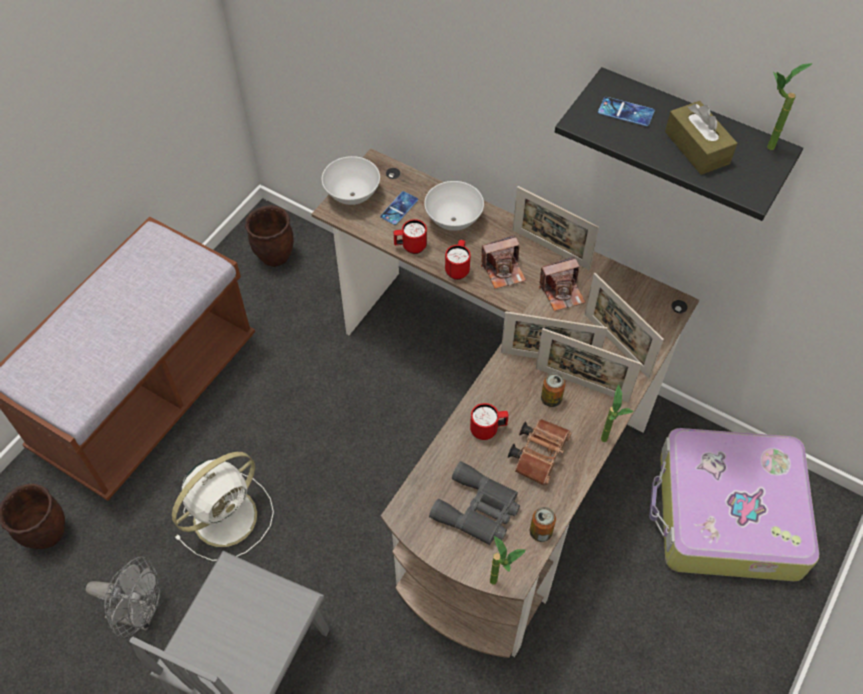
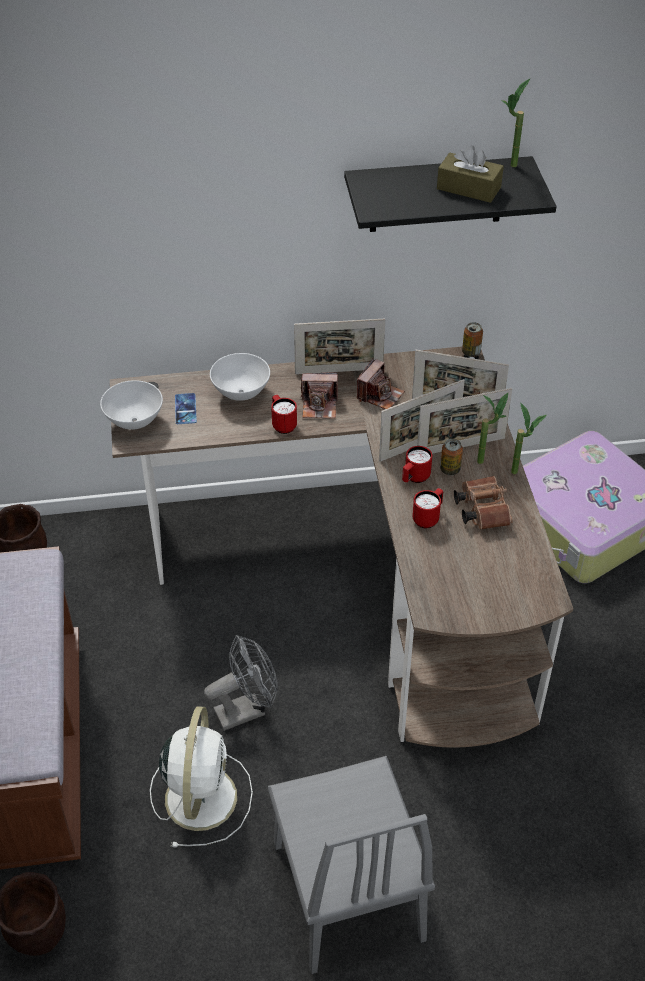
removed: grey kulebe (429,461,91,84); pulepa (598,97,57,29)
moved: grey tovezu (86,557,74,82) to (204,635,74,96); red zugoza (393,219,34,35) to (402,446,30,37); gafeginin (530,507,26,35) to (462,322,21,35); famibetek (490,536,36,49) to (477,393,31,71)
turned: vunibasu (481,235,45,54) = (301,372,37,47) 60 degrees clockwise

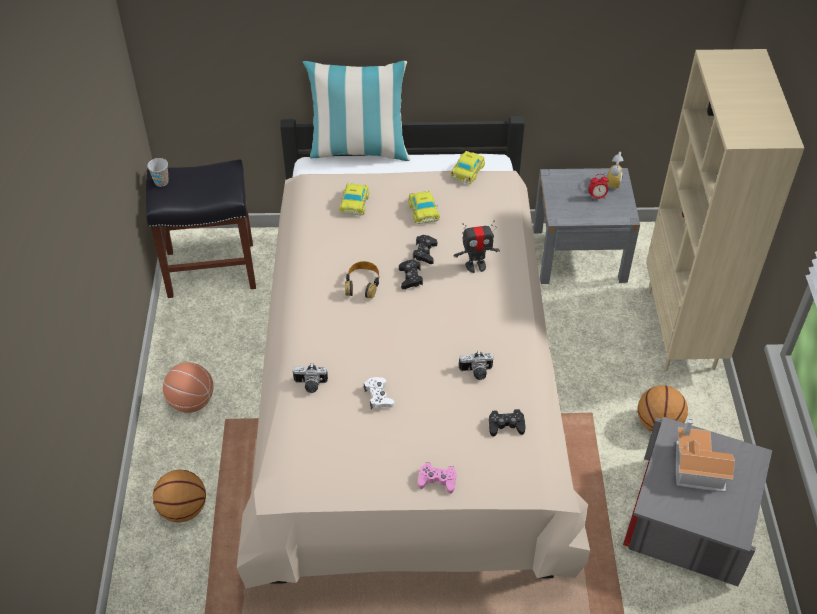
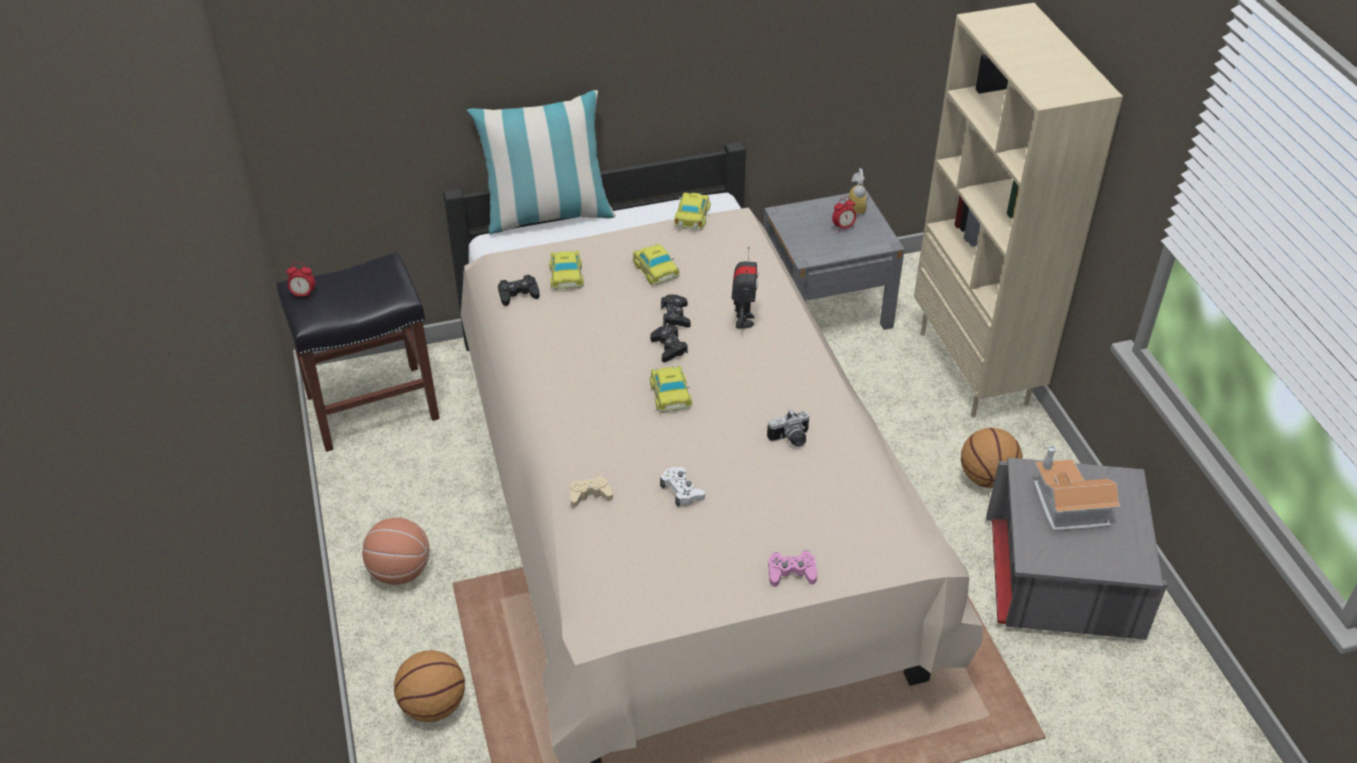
removed: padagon (345,261,35,37)
added: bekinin (650,365,42,47)
moved: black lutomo (489,409,37,28) to (498,275,42,31)
replaced: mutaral (147,158,22,29) to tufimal (286,262,29,37); vunibasu (293,363,35,30) to beige lutomo (570,476,43,30)
turned: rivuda (453,221,47,52) = (732,247,26,81) 60 degrees counterclockwise

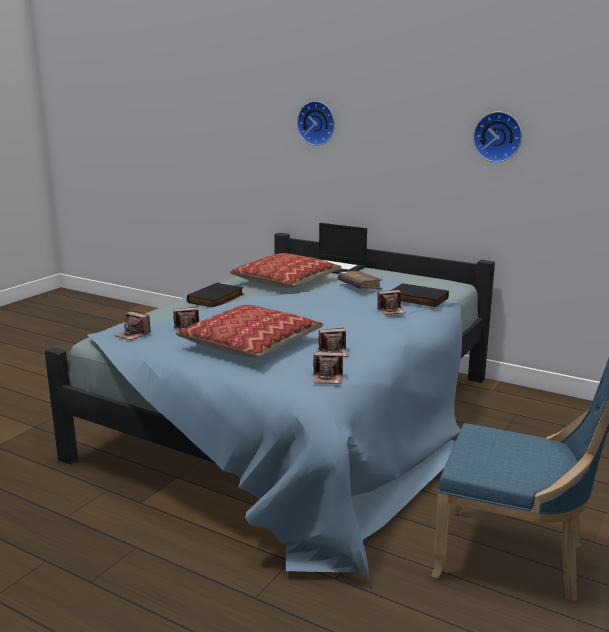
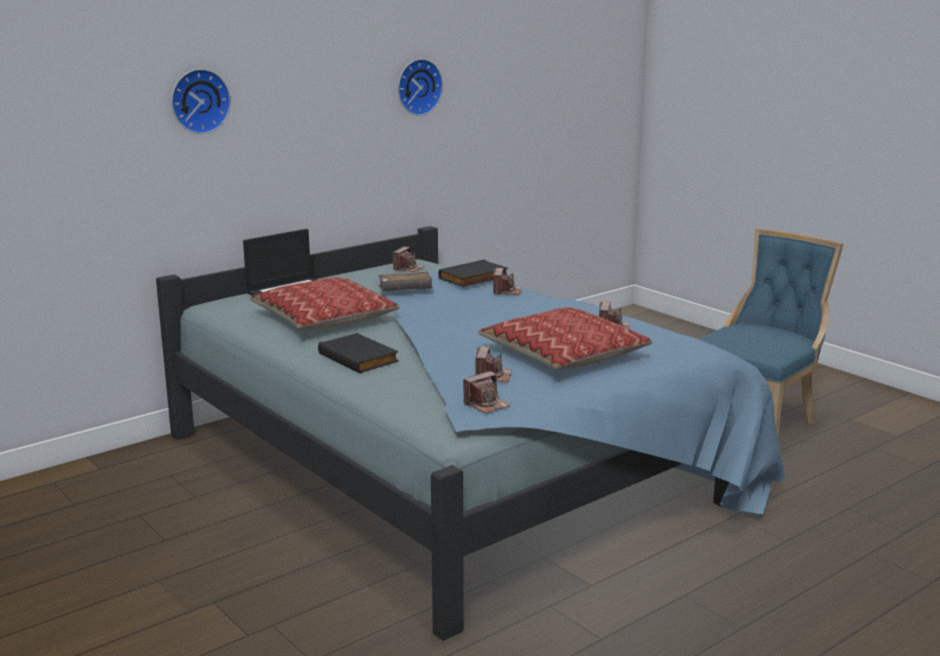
moved: vunibasu (313,352,30,32) to (393,246,32,26)

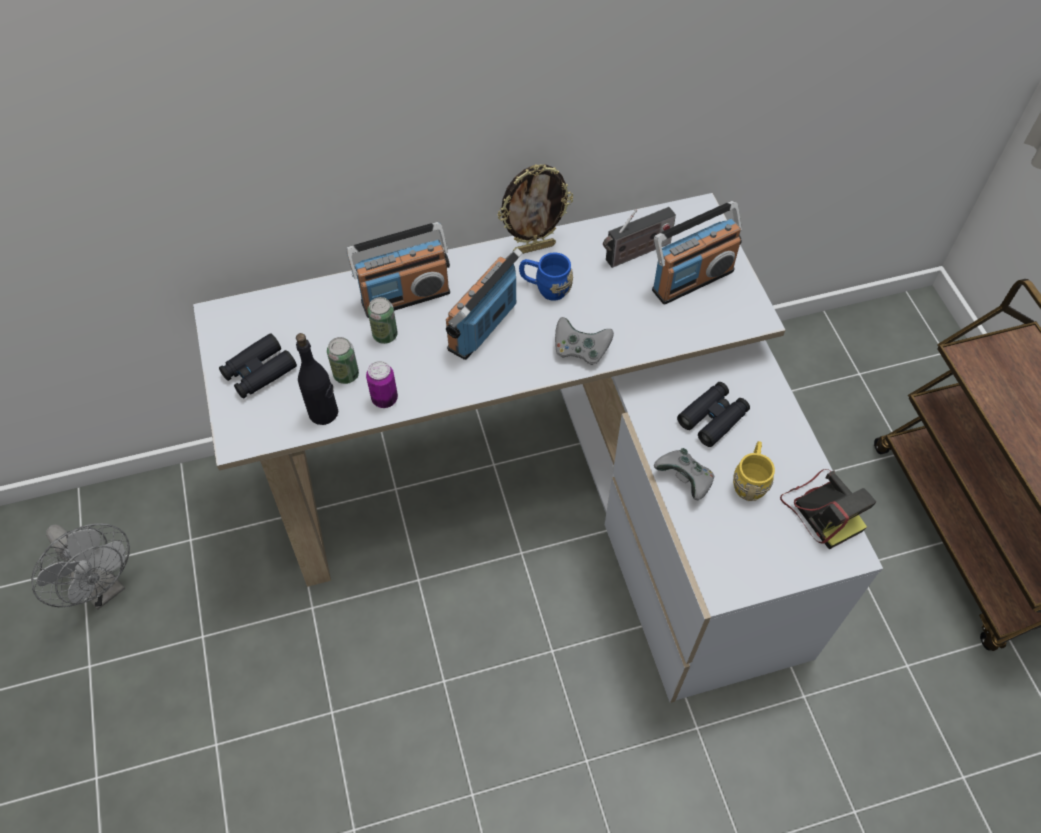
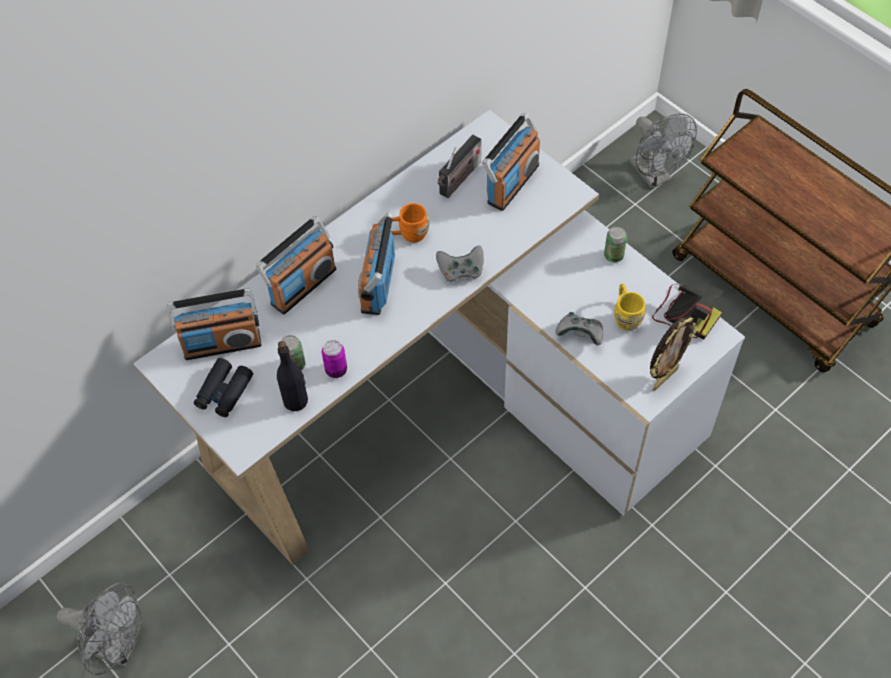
removed: black kulebe (677,382,73,65)
added: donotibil (167,288,95,72); grey tovezu (630,114,67,75)
moved: gafeginin (368,297,30,47) to (604,226,23,37); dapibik (497,164,76,90) to (650,317,47,74)
recoloured: blue zugoza (519,253,54,48) to orange zugoza (391,203,39,40)

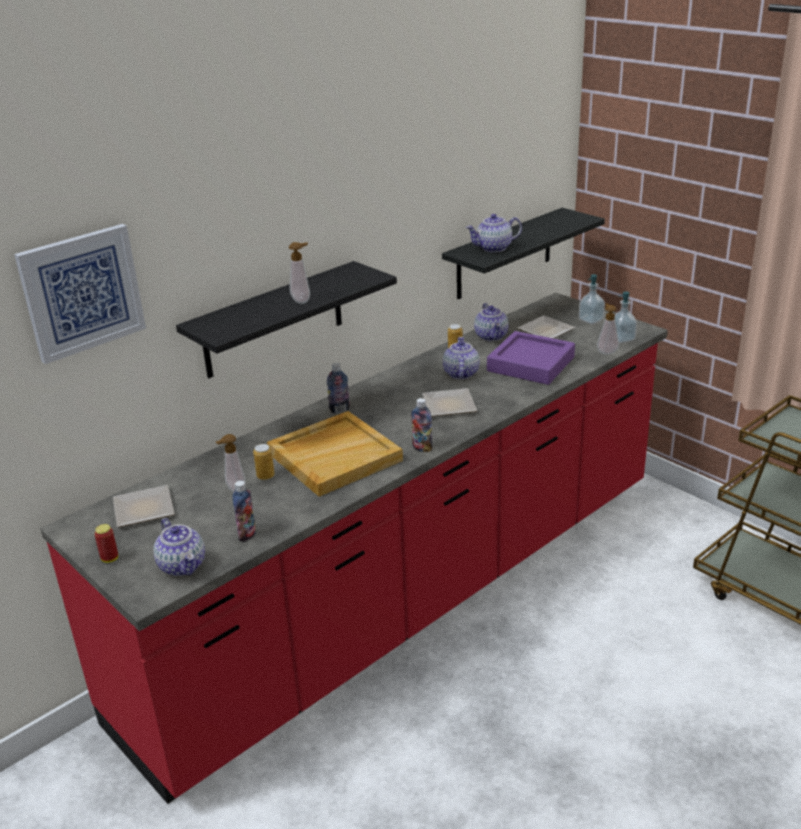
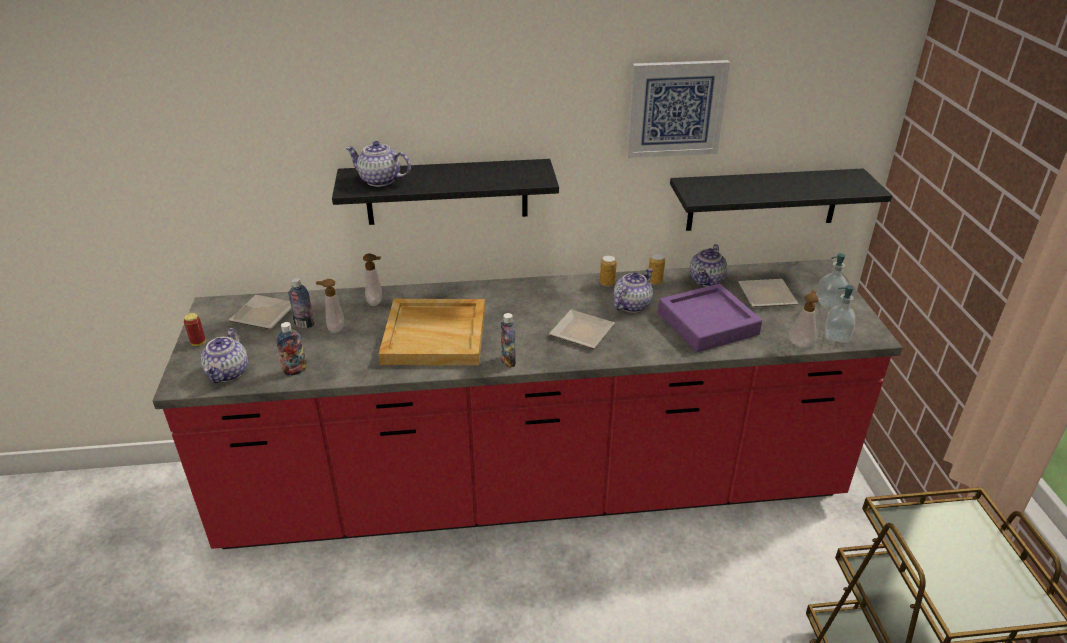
moved: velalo (327,363,23,50) to (288,278,26,50); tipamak (466,214,56,38) to (345,141,66,46); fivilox (289,242,21,62) to (363,253,19,53); gafeginin (253,444,22,36) to (600,255,17,32); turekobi (14,224,132,140) to (626,60,104,98)

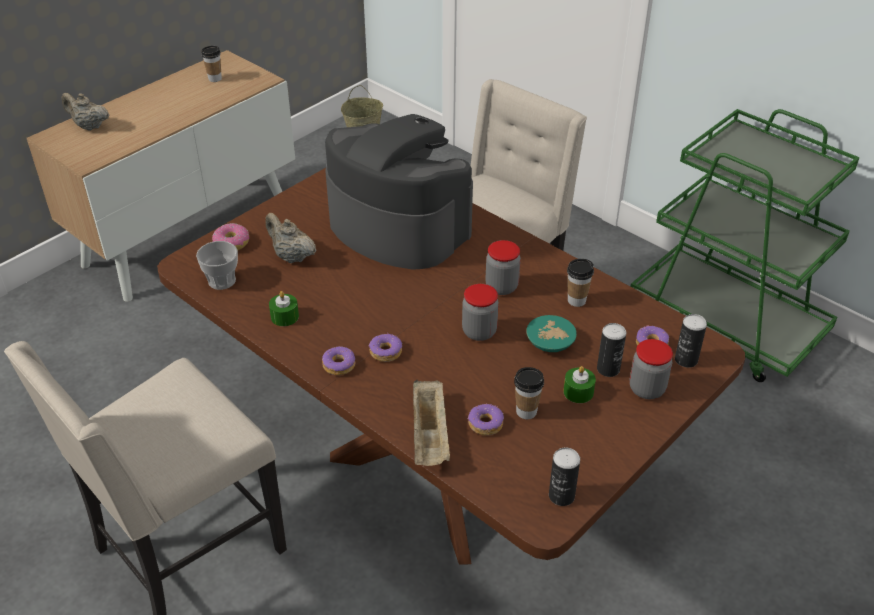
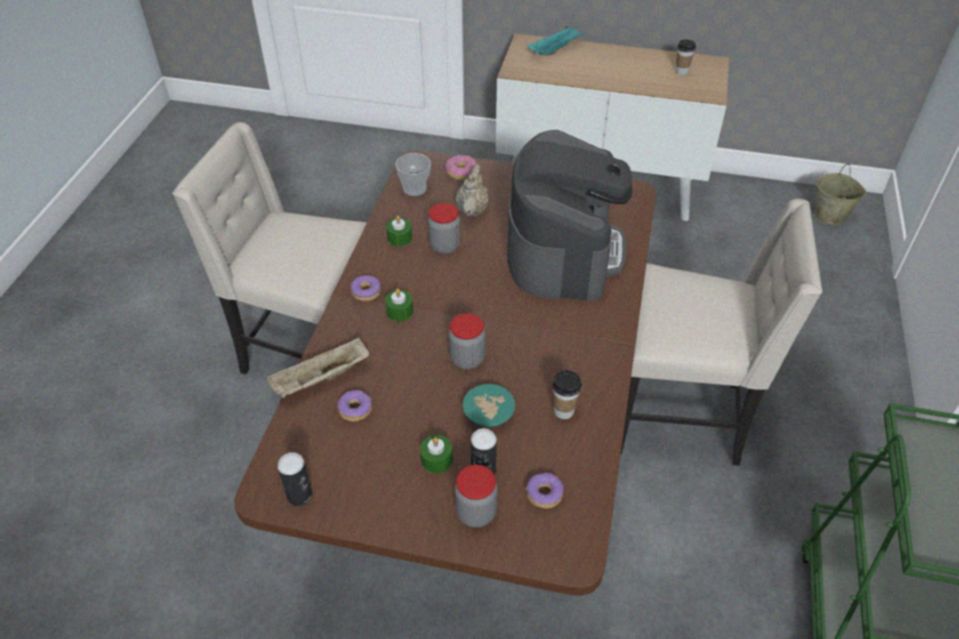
removed: mutaral (514,367,30,52); gafeginin (675,314,32,54)
moved: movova (485,240,36,55) to (428,203,32,51)
replaced: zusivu (369,333,33,29) to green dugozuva (385,288,28,34); beige tipamak (61,93,48,38) to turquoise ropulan (527,25,58,31)

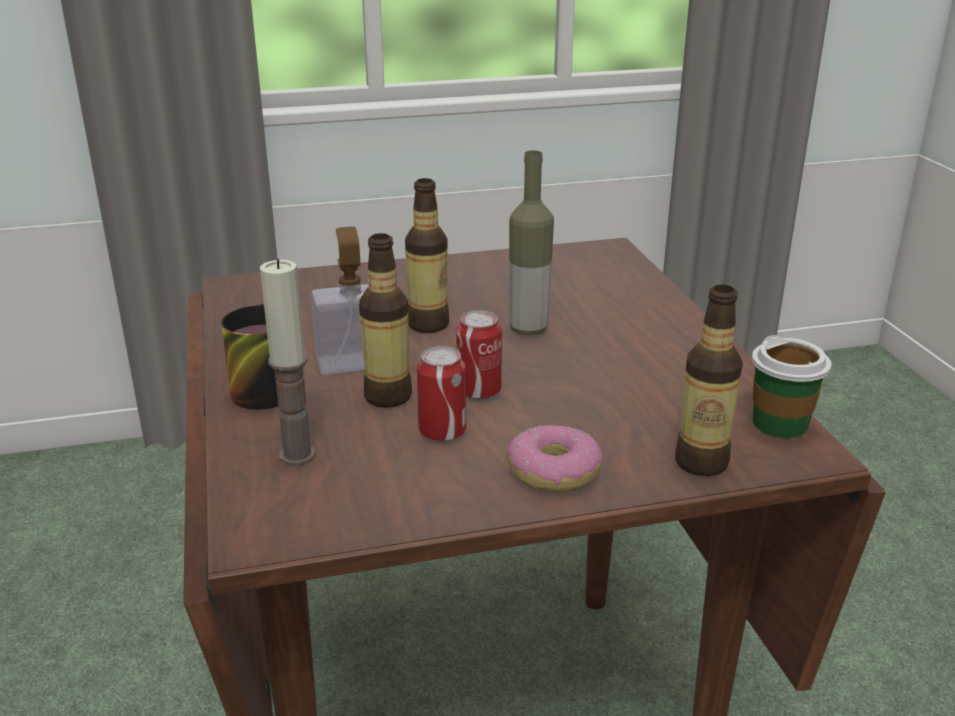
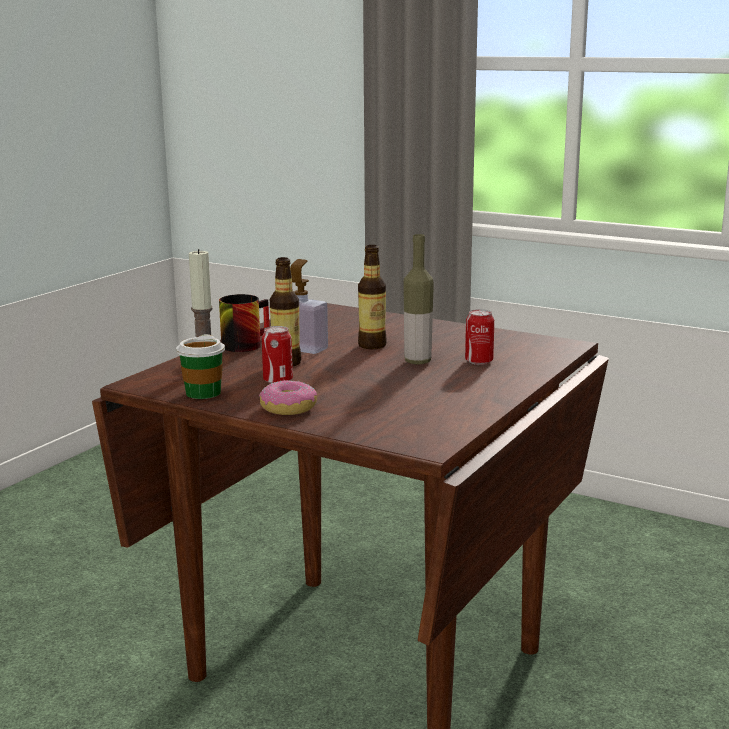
removed: velalo (675,285,68,191)
moved: mutaral (752,335,79,103) to (176,334,49,65); gafeginin (456,311,46,89) to (465,309,29,56)

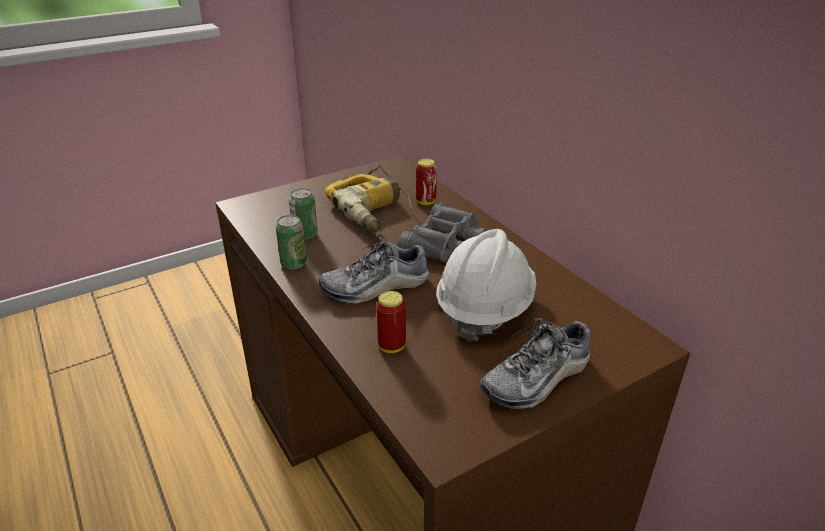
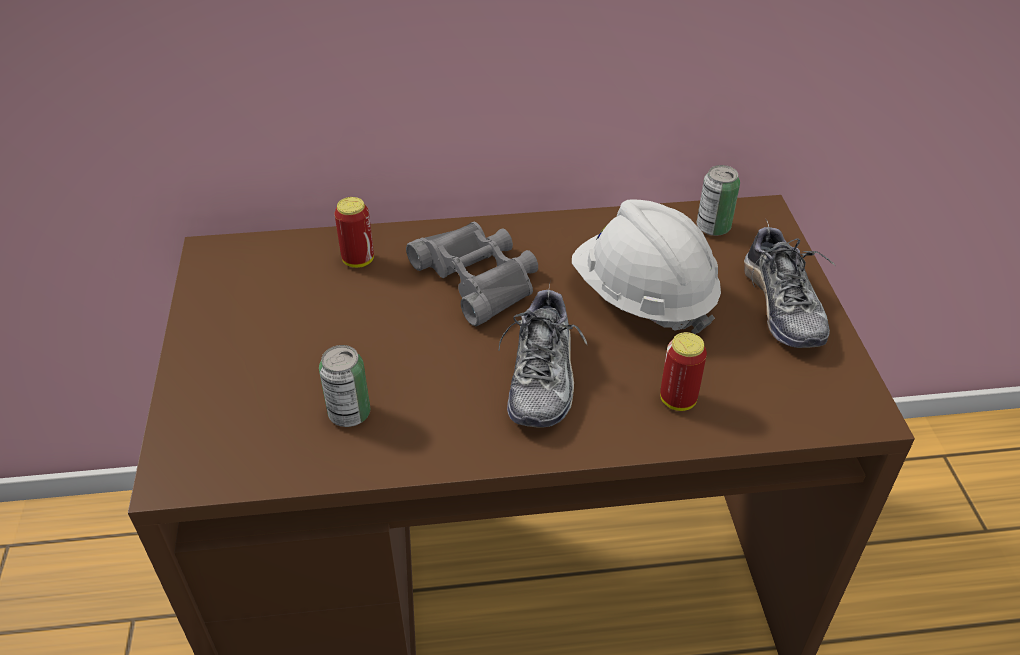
removed: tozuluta (325,165,87,68)
moved: gafeginin (276,215,31,54) to (697,165,43,71)

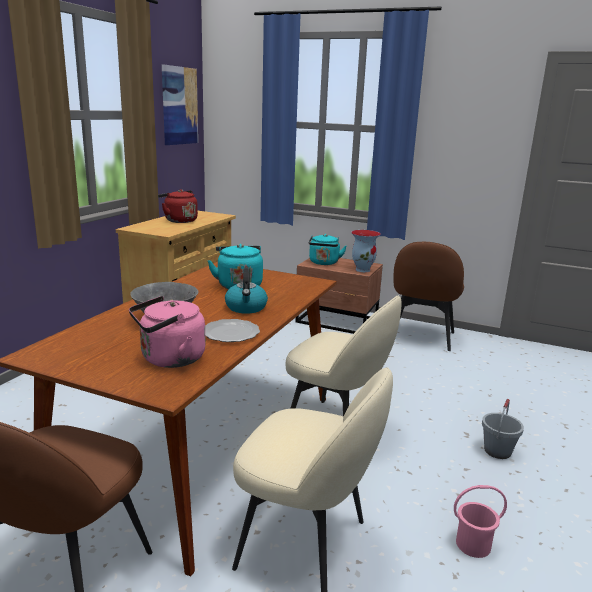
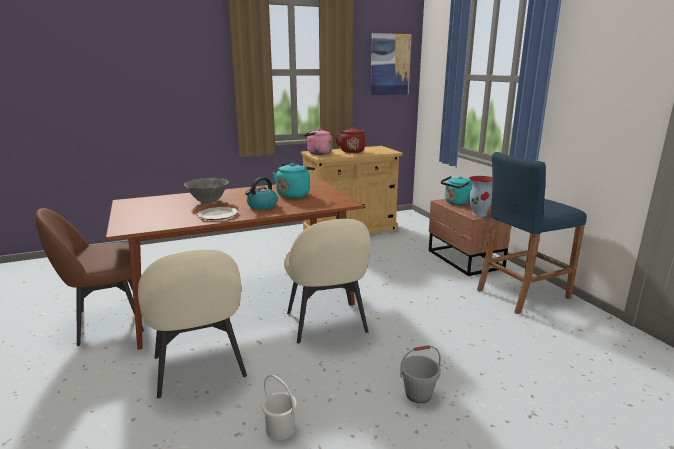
moved: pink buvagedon (129,296,77,72) to (303,129,29,26)
replaced: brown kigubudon (394,242,70,109) to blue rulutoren (477,152,110,162)
recoloured: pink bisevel (454,485,53,73) to white bisevel (262,374,35,66)

